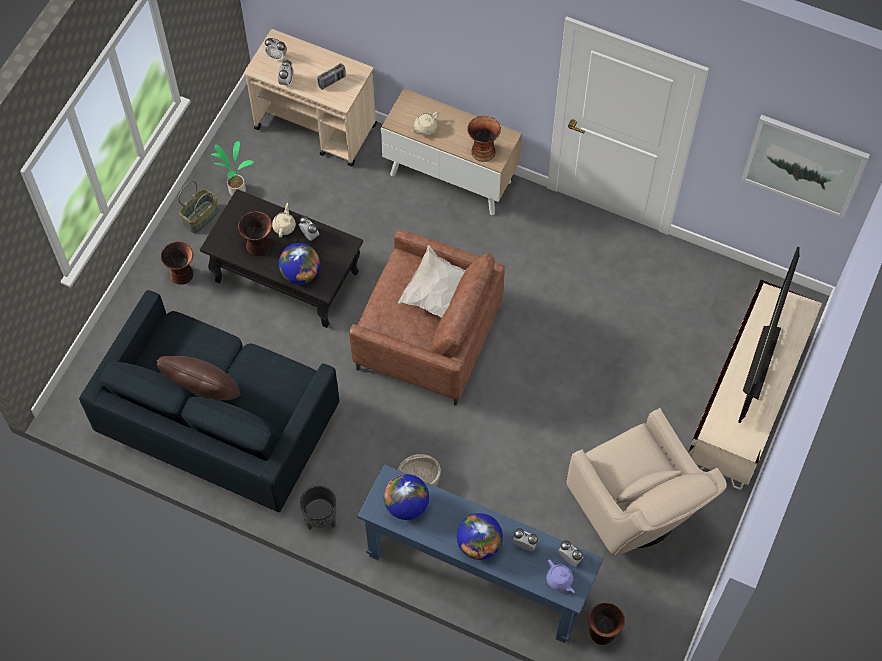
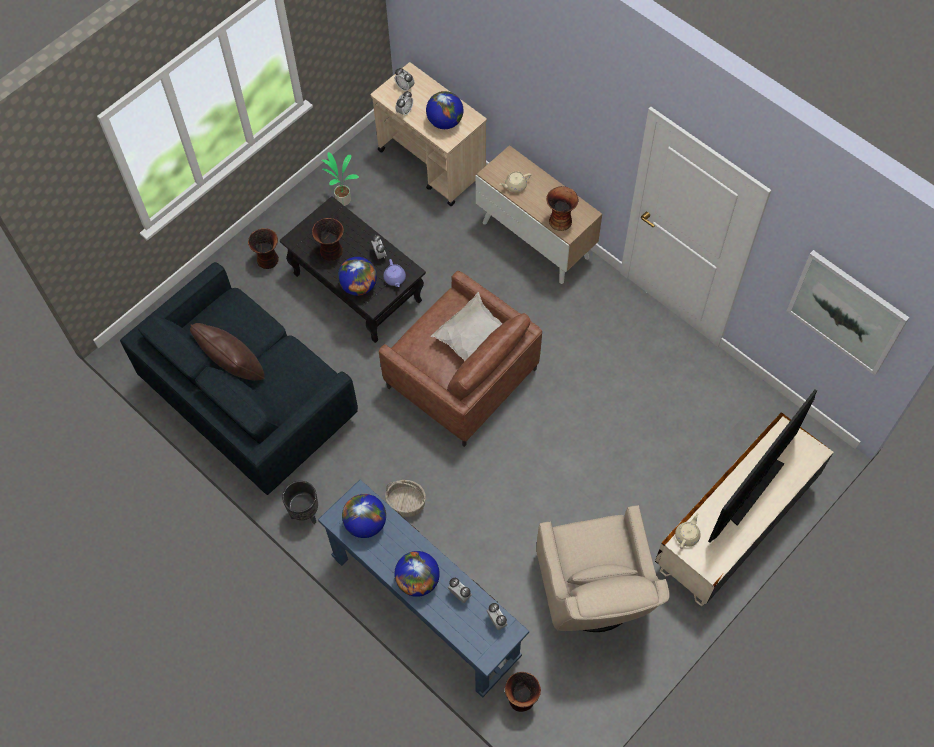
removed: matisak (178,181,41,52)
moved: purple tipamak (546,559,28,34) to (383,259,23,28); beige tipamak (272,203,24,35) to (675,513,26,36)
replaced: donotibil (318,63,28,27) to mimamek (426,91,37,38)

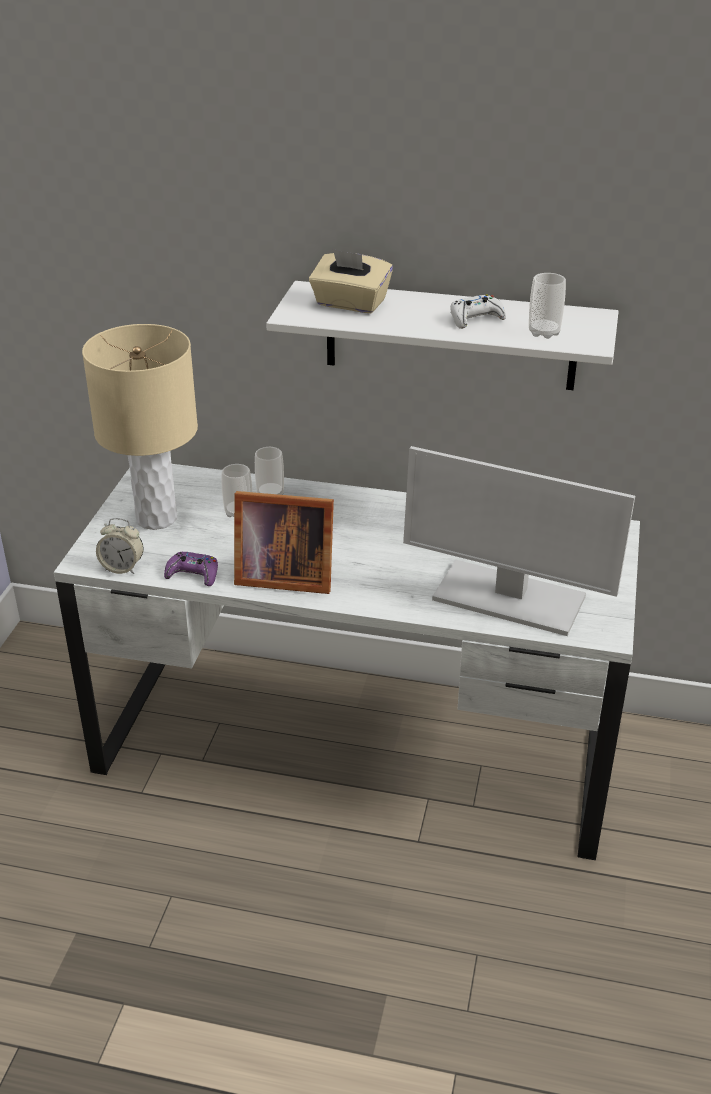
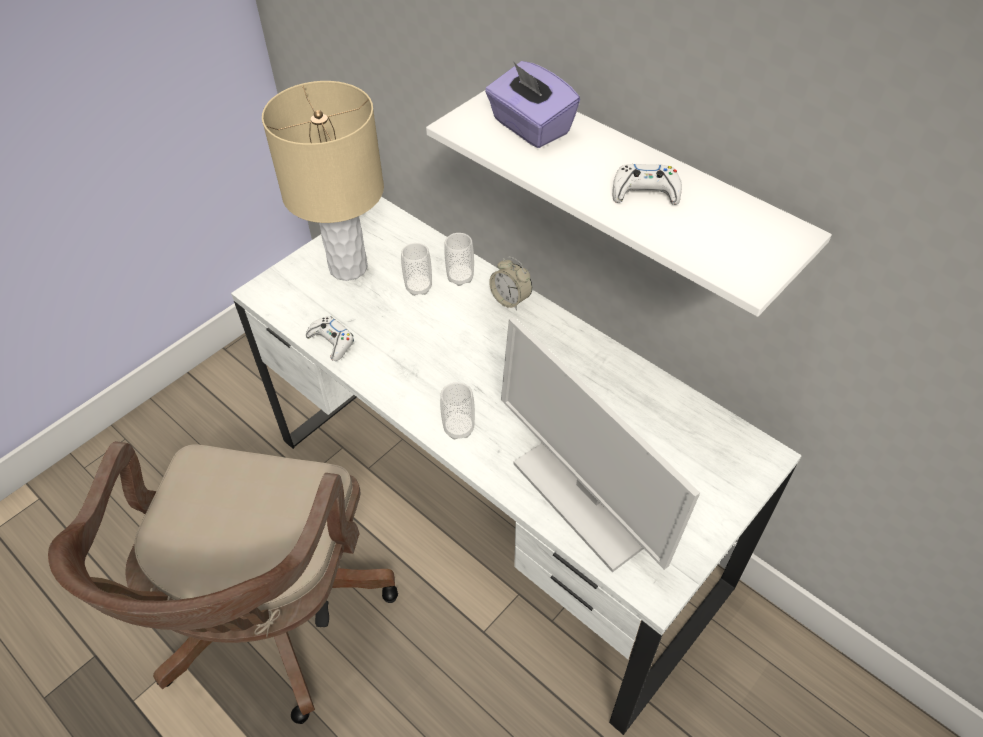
removed: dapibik (234,491,100,103)
added: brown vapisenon (48,441,350,283)
moved: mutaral (529,273,37,66) to (440,382,35,57); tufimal (96,518,48,56) to (489,257,43,53)
recoloured: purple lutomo (164,552,54,34) to white lutomo (306,316,48,45); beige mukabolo (309,249,84,64) to purple mukabolo (485,61,95,87)

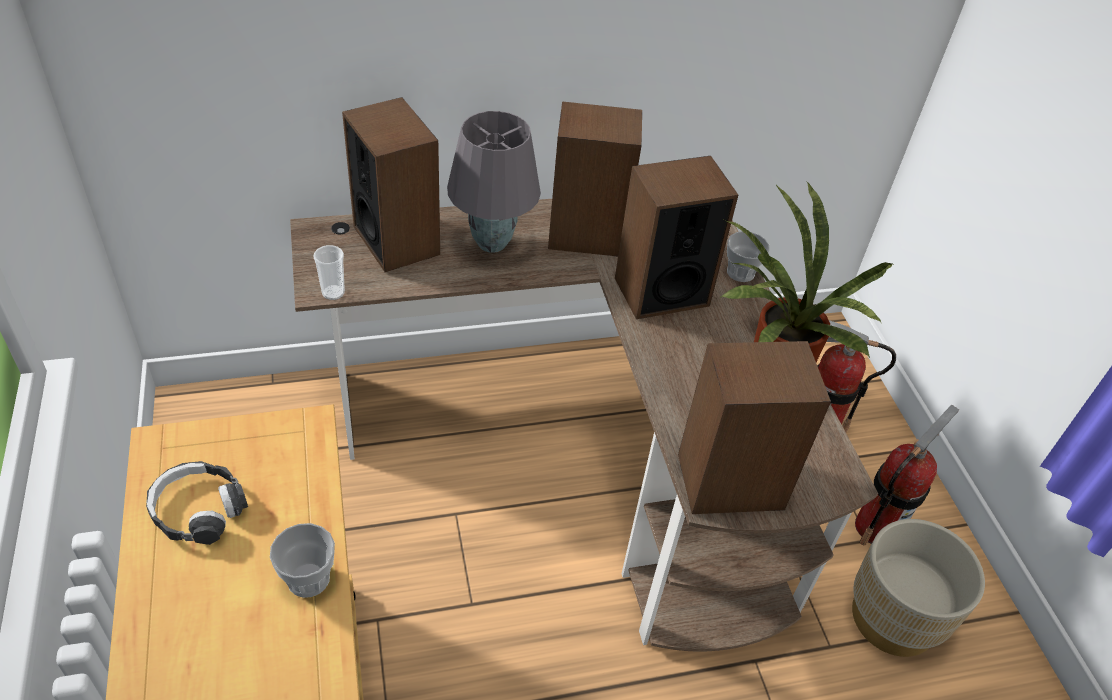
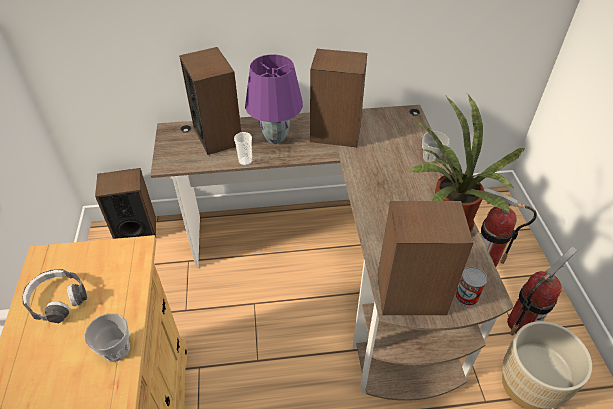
added: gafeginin (455,267,32,39)
moved: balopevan (615,156,123,163) to (95,168,61,71); mutaral (313,245,32,55) to (234,132,18,34)
recoloured: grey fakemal (447,111,94,142) to purple fakemal (245,54,58,90)

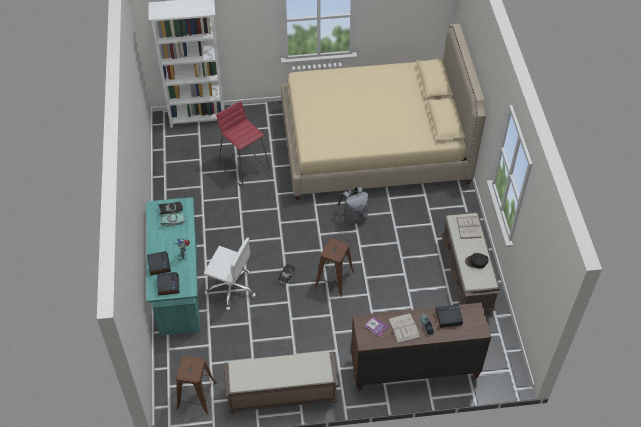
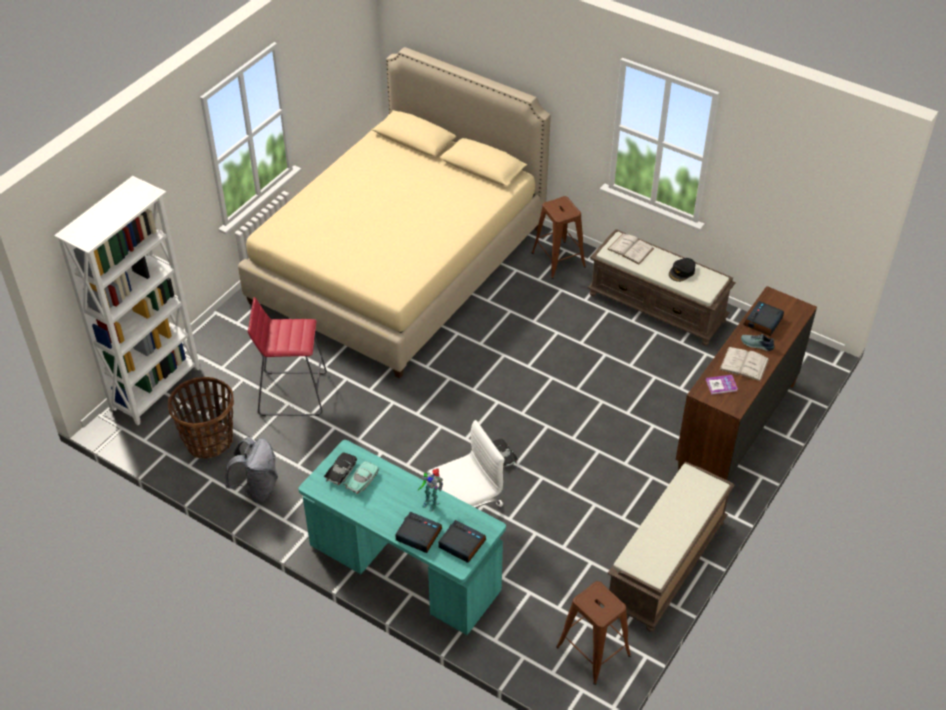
added: matisak (168,377,66,82)
moved: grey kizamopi (338,187,31,38) to (225,437,53,66); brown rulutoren (315,238,39,59) to (531,196,55,83)

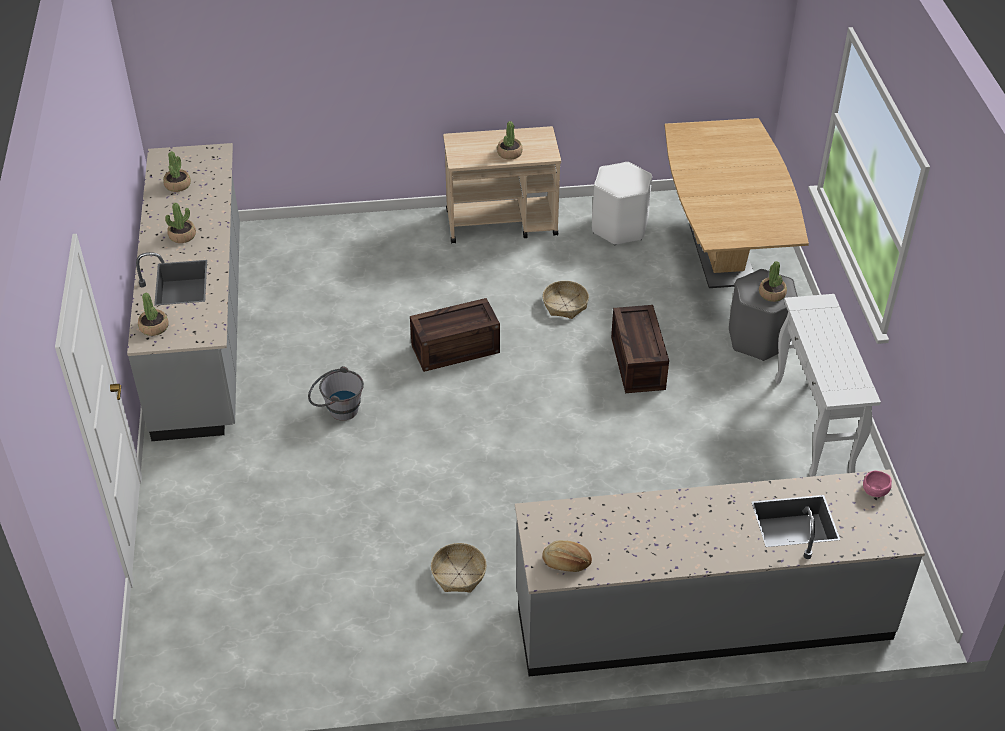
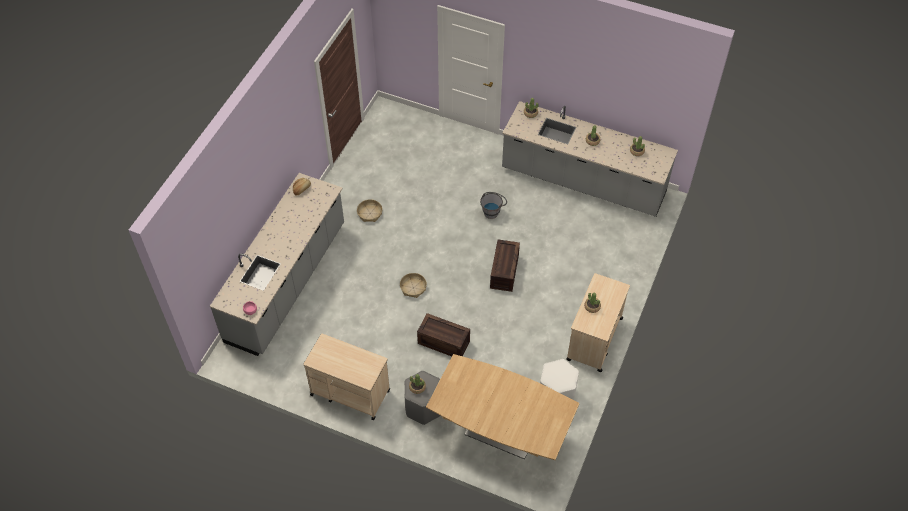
moved: matisak (543,281,46,38) to (400,273,27,25)
replaced: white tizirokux (775,294,106,183) to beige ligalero (304,333,86,87)

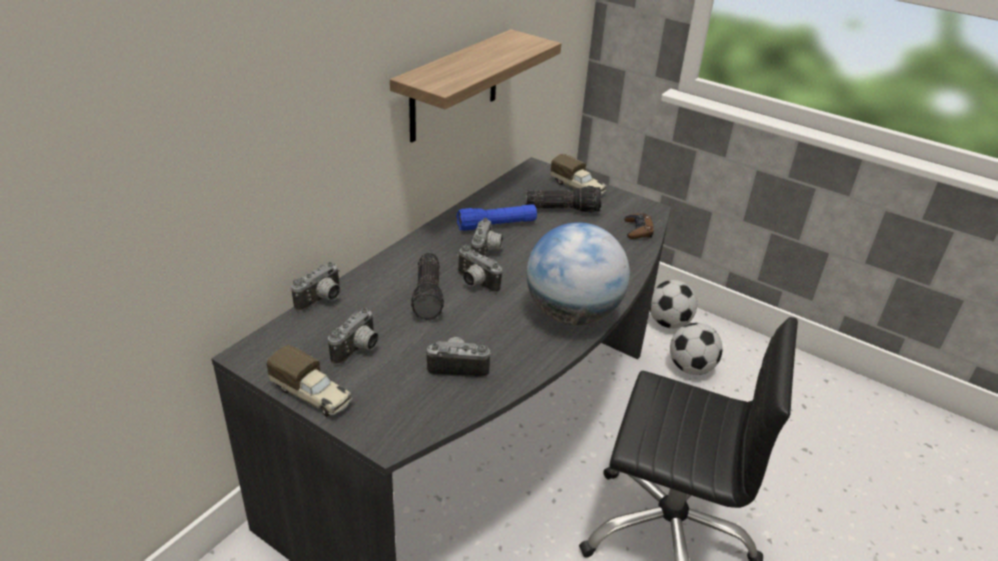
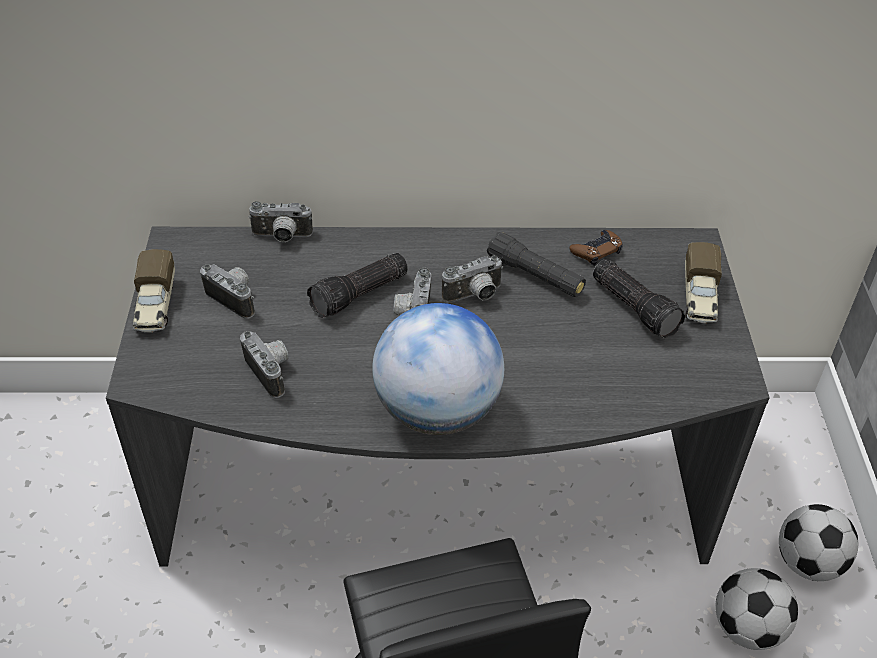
removed: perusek (390,29,171,113)
moved: brown lutomo (624,213,30,26) to (570,230,53,36)
recoloured: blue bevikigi (456,204,81,27) to black bevikigi (487,232,99,65)
turned: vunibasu (328,308,51,57) = (200,264,55,55) 135 degrees counterclockwise

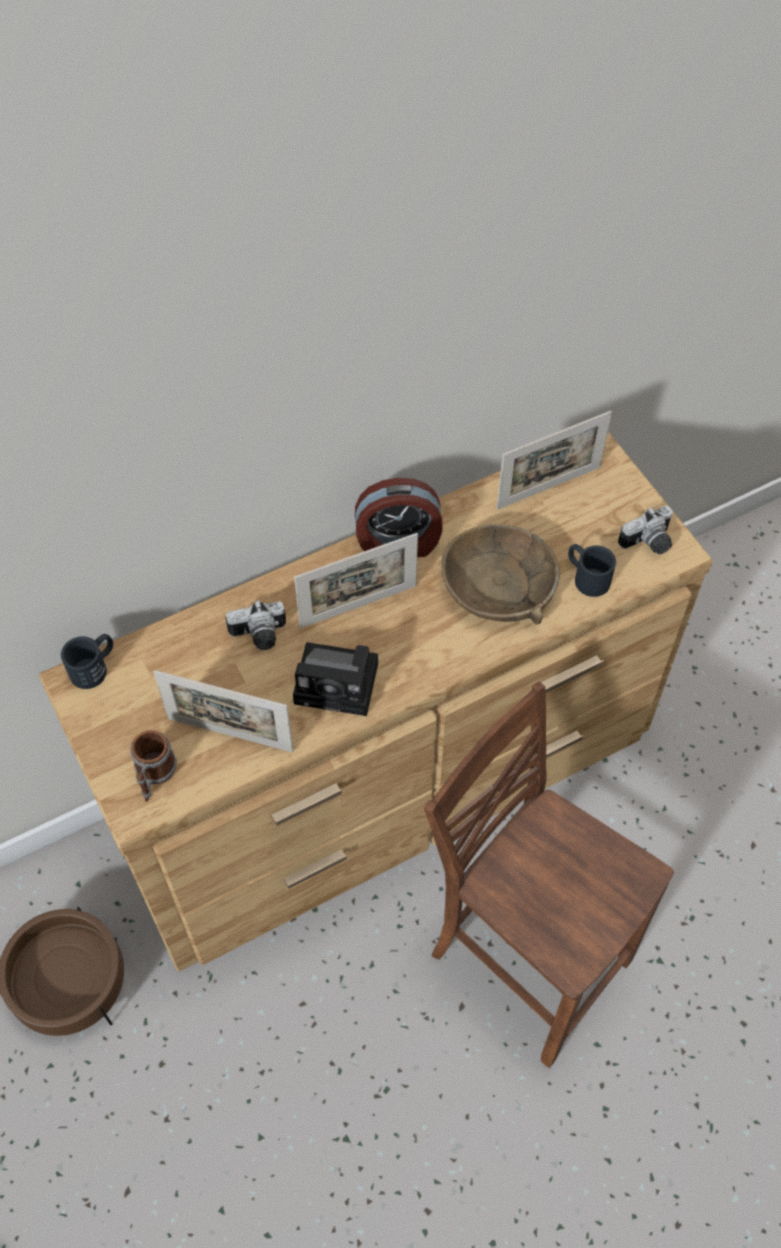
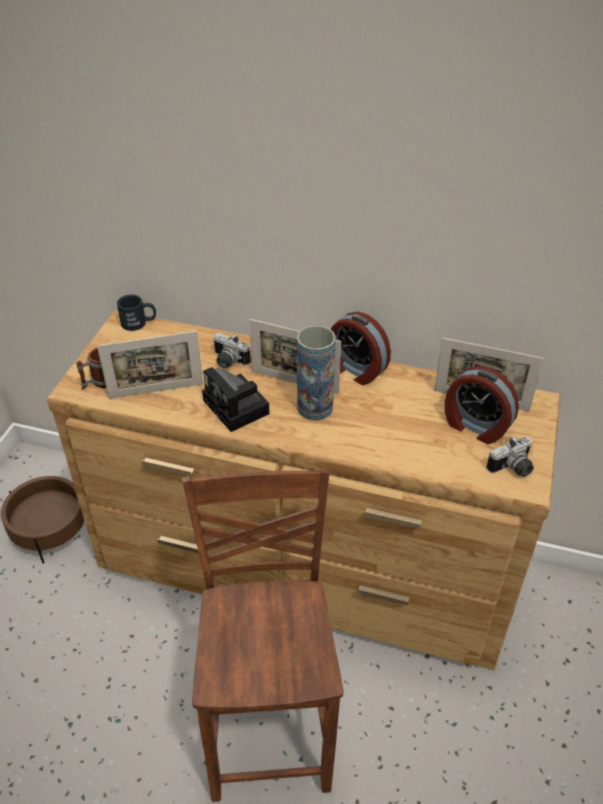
removed: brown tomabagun (442,524,118,101); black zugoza (568,544,48,53)
added: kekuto (297,325,39,95); tufimal (445,366,74,78)
turned: dapibik (153,670,141,82) = (97,331,106,68) 75 degrees counterclockwise; vunibasu (618,506,55,49) = (486,436,48,41) 45 degrees counterclockwise

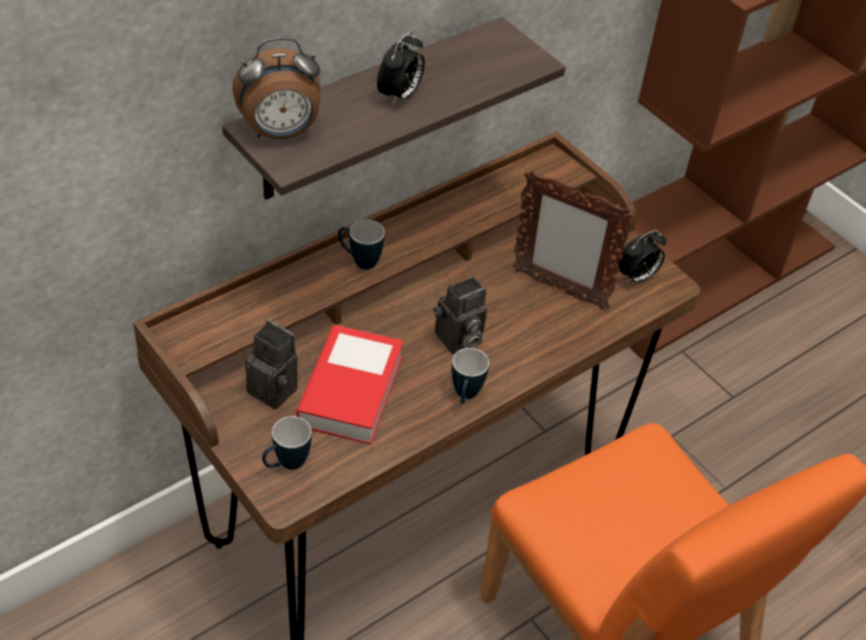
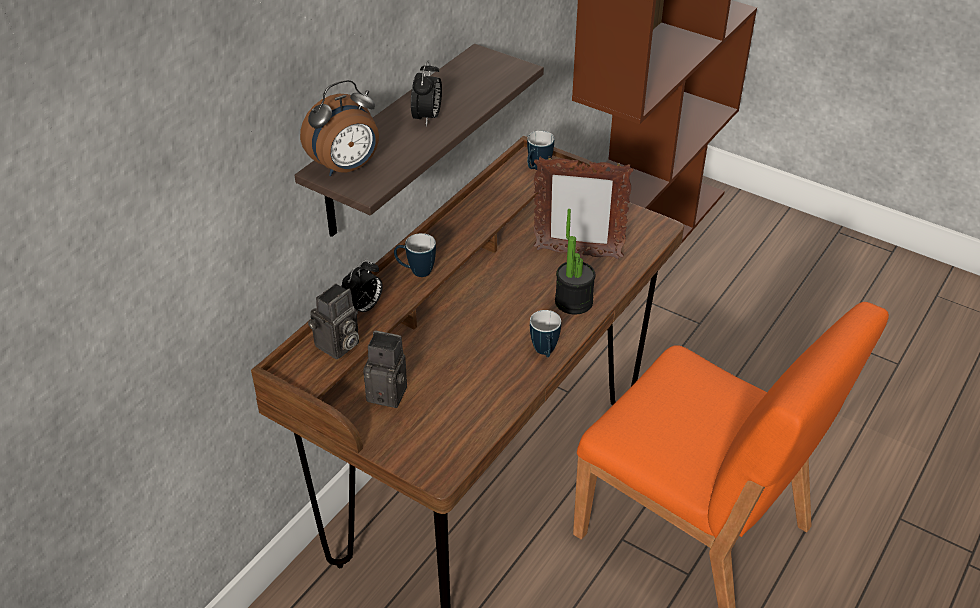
removed: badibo (296,325,107,120)
added: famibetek (555,209,40,105)
moved: vunibasu (433,277,54,78) to (308,283,51,76); tufimal (617,230,49,55) to (341,259,42,54); zugoza (262,416,50,54) to (527,131,27,39)

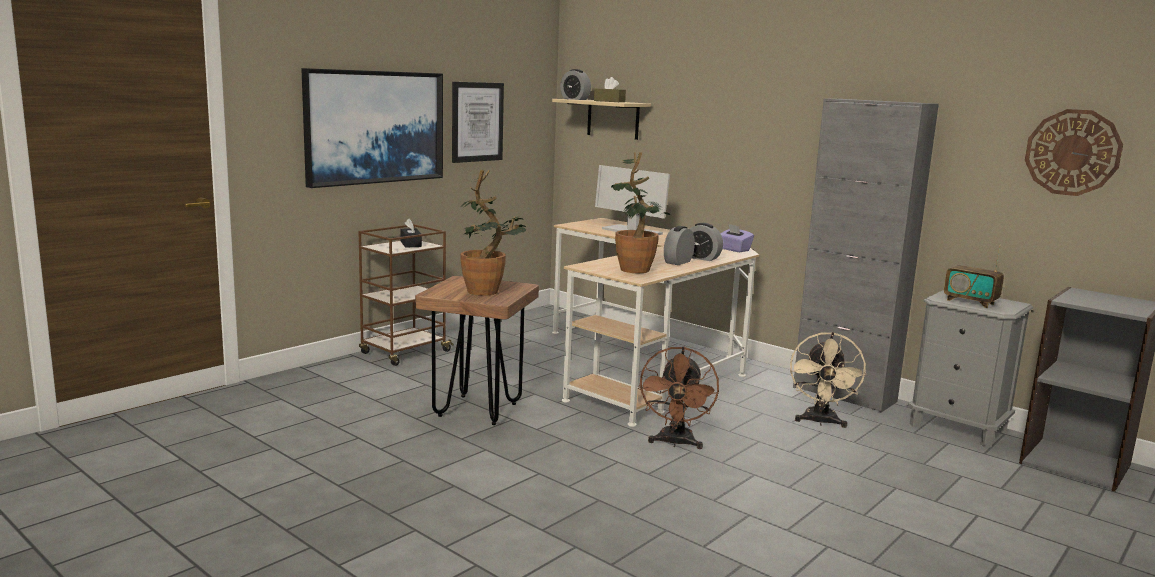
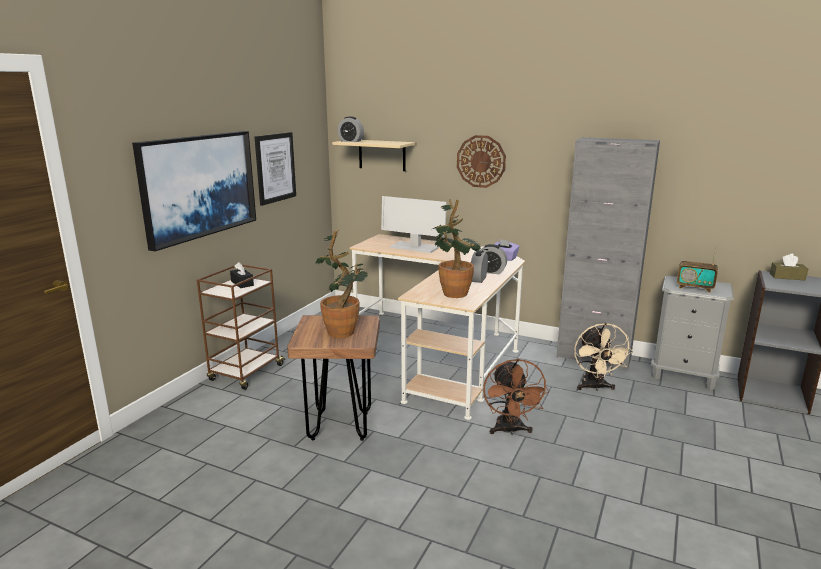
moved: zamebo (1025,109,98,87) to (457,135,49,53); brown mukabolo (594,77,32,25) to (770,254,38,26)

